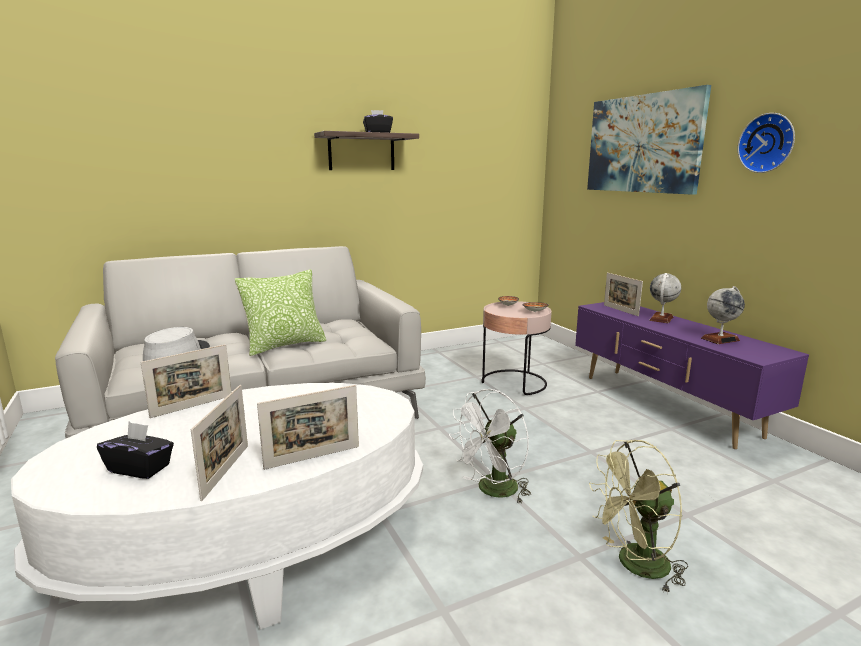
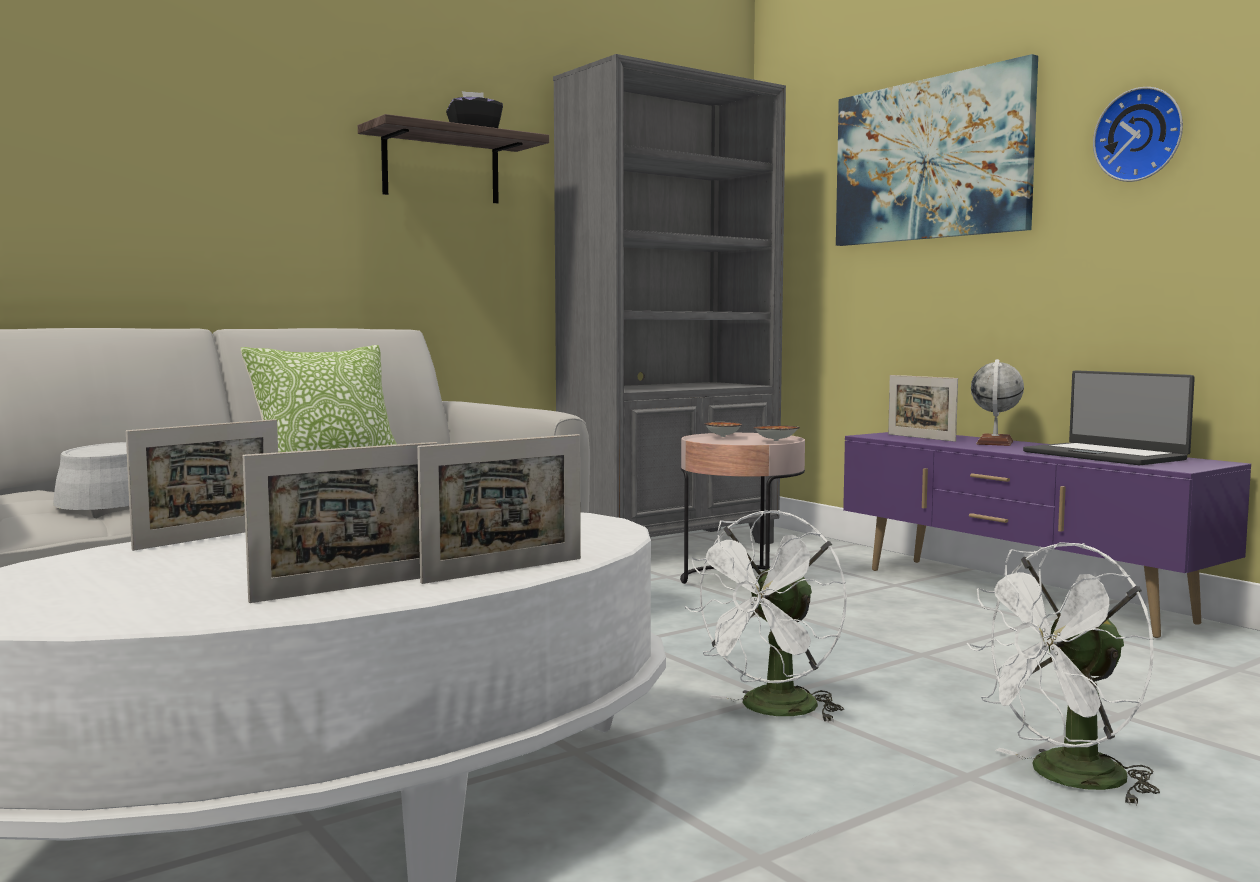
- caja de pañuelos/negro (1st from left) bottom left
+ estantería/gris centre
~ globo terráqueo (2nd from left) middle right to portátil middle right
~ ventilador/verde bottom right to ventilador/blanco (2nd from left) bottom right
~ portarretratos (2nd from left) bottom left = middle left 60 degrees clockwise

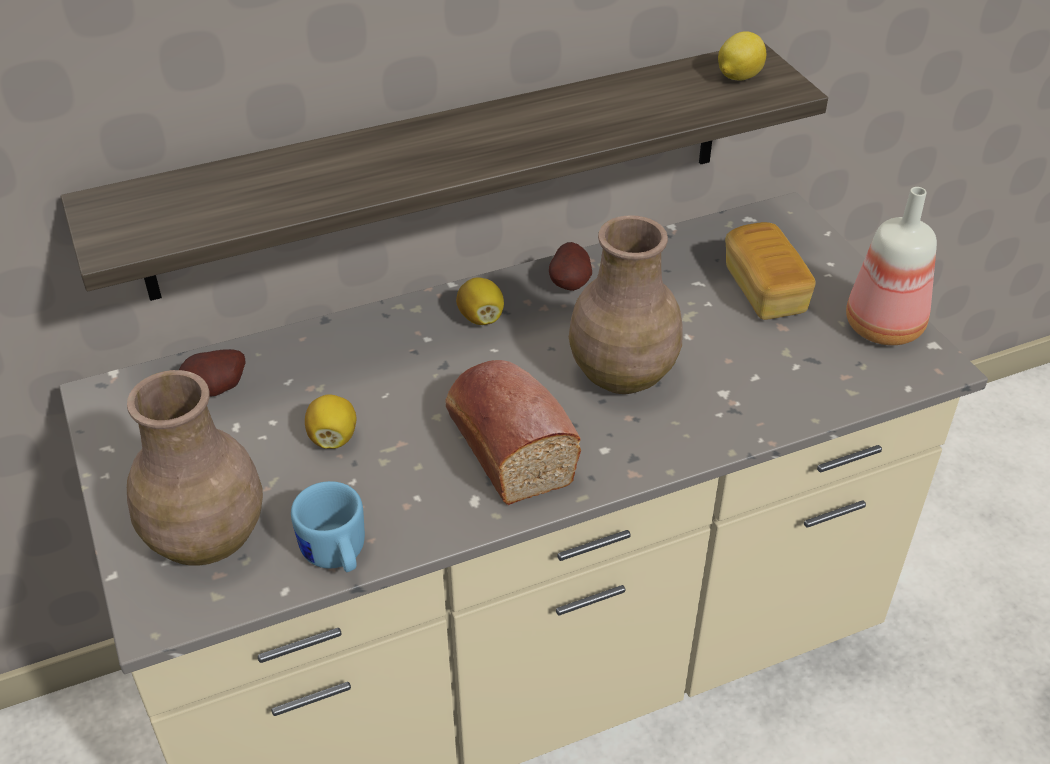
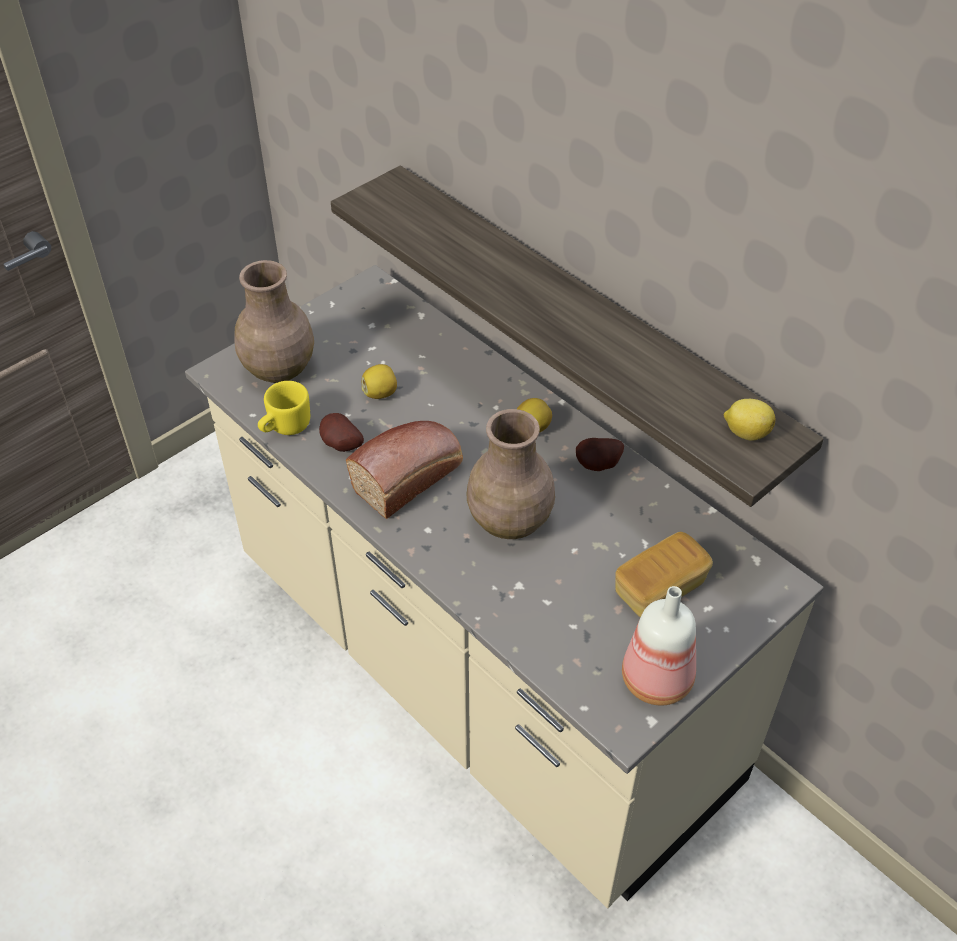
~ patata (1st from left) middle left to centre
~ taza grande/azul bottom left to taza grande/amarillo middle left

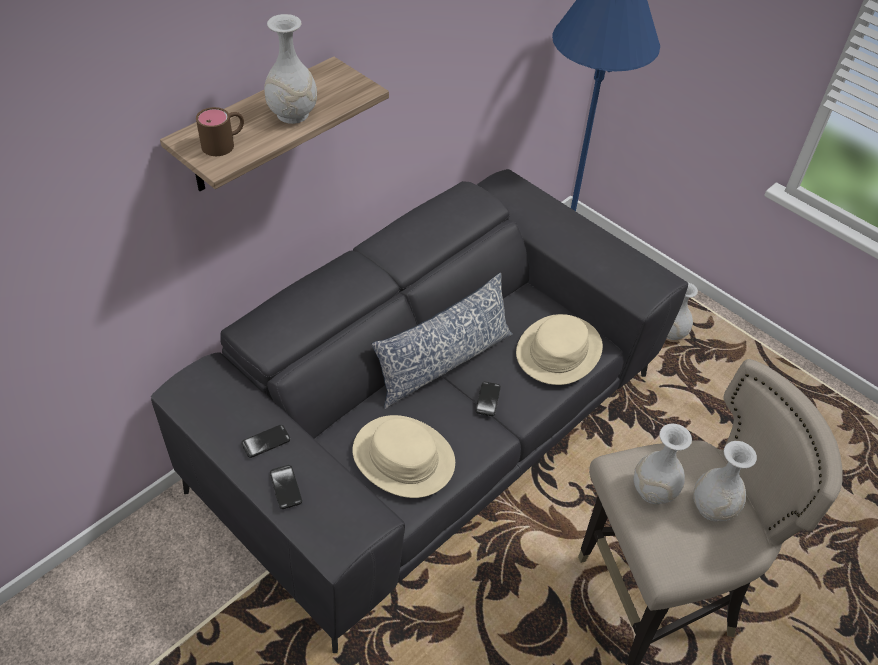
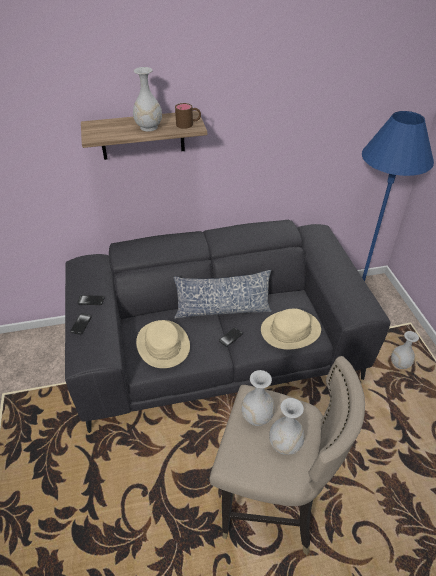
~ taza grande/marrón top left to top centre

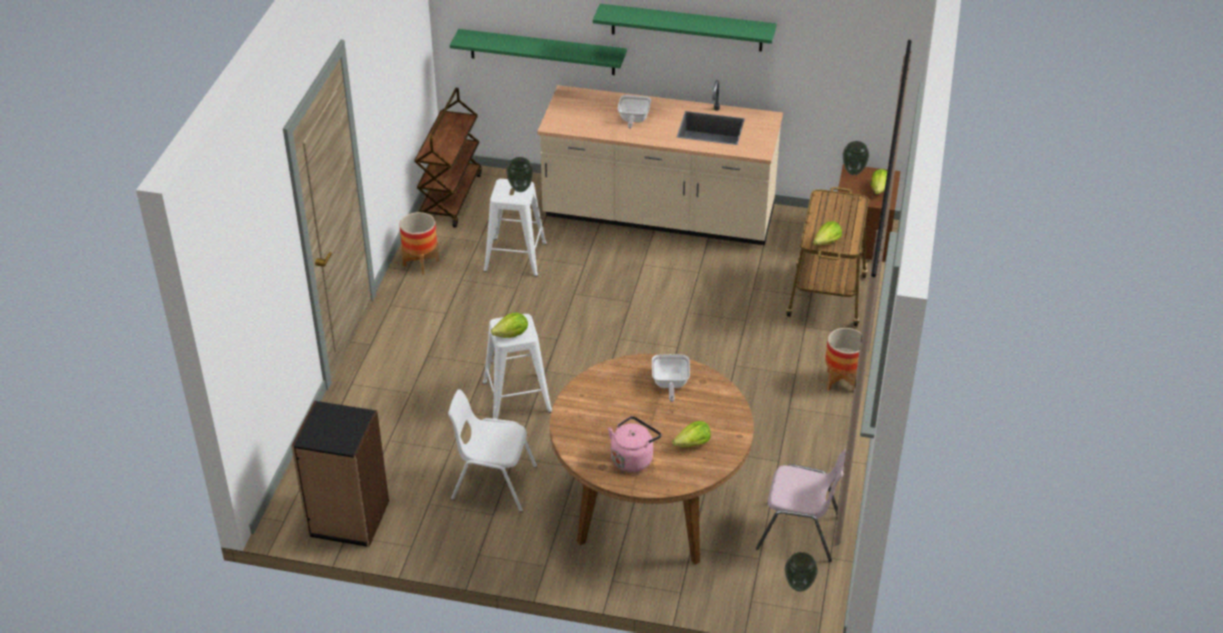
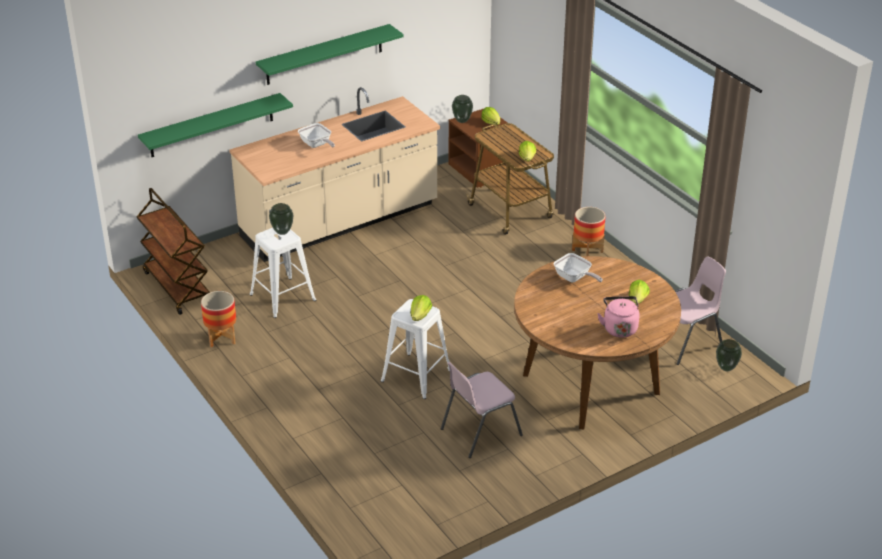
- estantería/negro bottom left
~ silla/blanco bottom centre to silla/rosa (1st from left) bottom centre

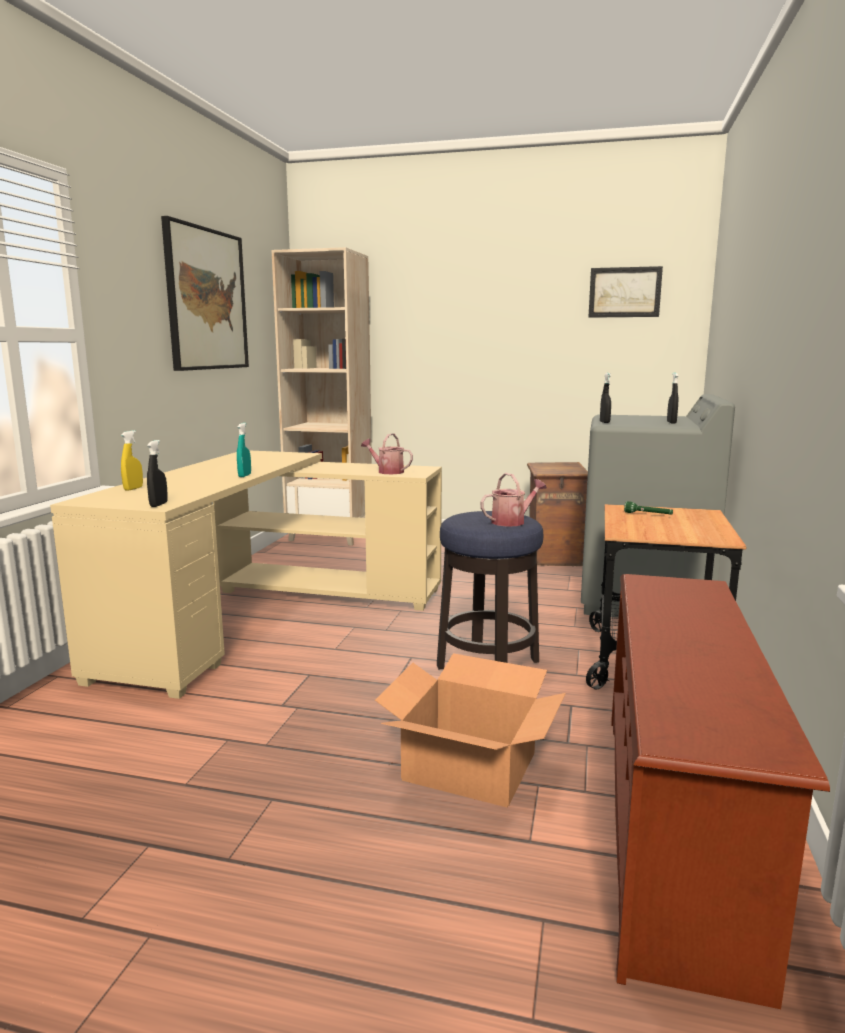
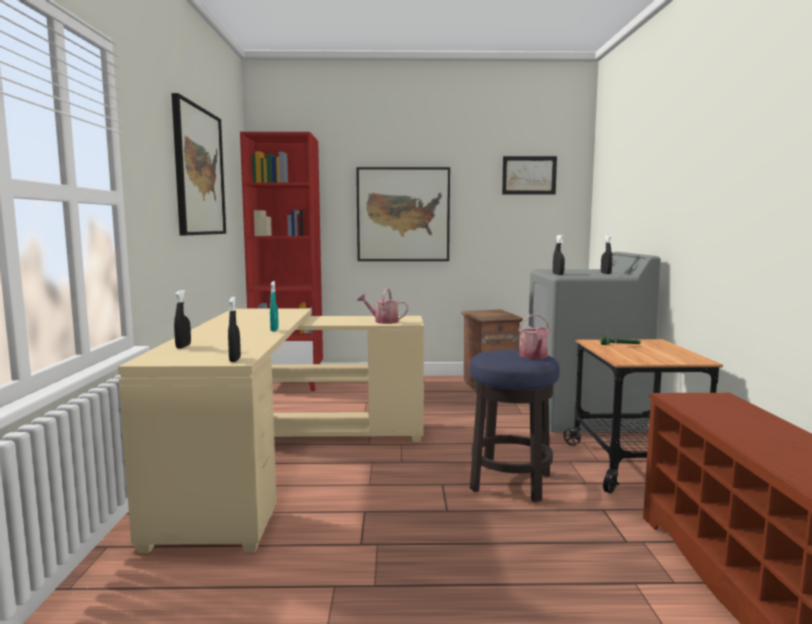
- caja de cartón bottom centre
+ cuadro (2nd from left) centre
~ pulverizador/amarillo middle left to pulverizador/negro (1st from left) middle left
~ estantería/beis centre to estantería/rojo centre
~ regadera (2nd from left) centre = centre 135 degrees clockwise

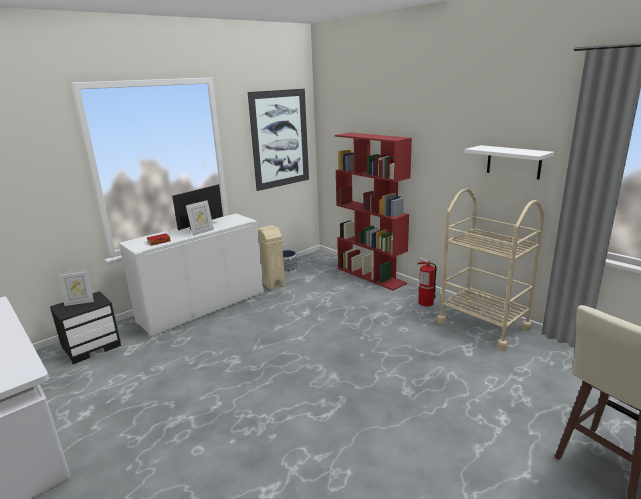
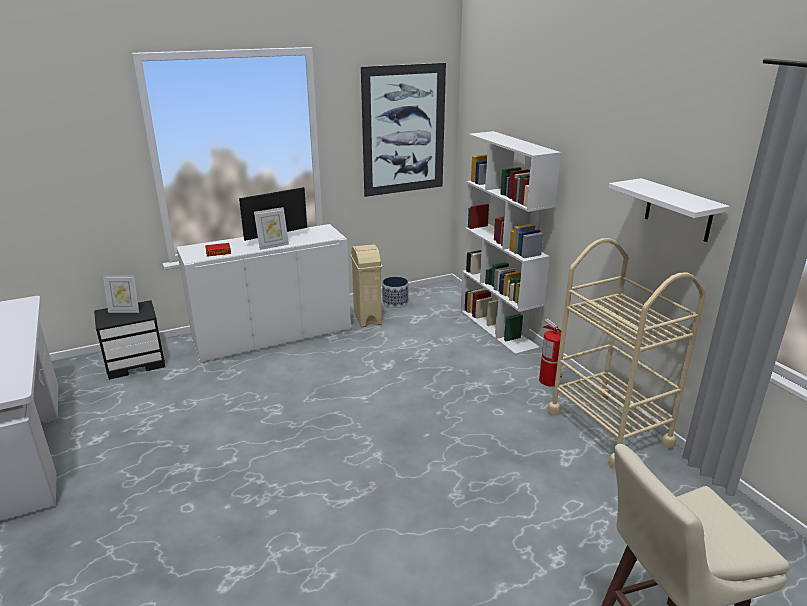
~ estantería/rojo centre to estantería/blanco centre

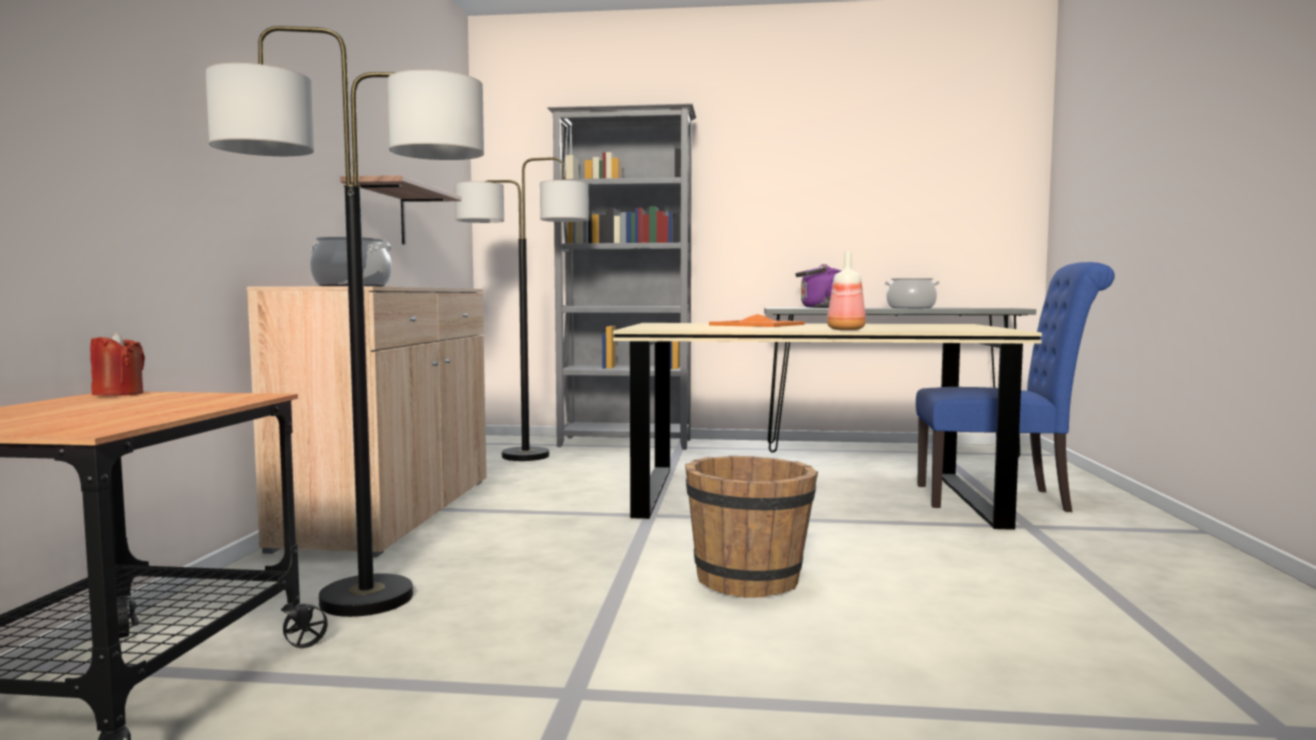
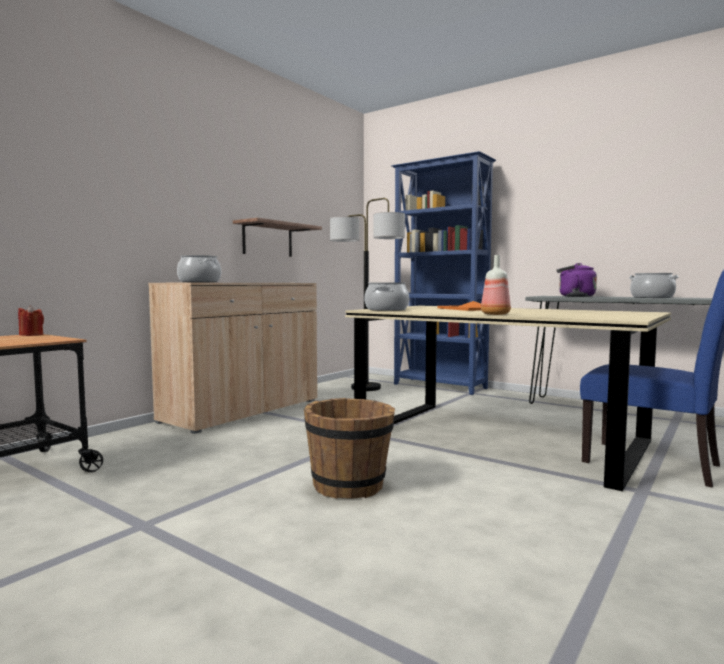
- lámpara de pie (1st from left) middle left
+ olla (2nd from left) centre
~ estantería/gris centre to estantería/azul centre

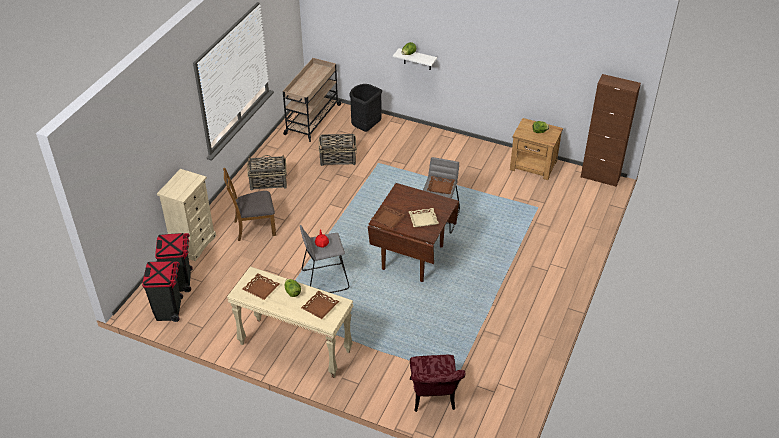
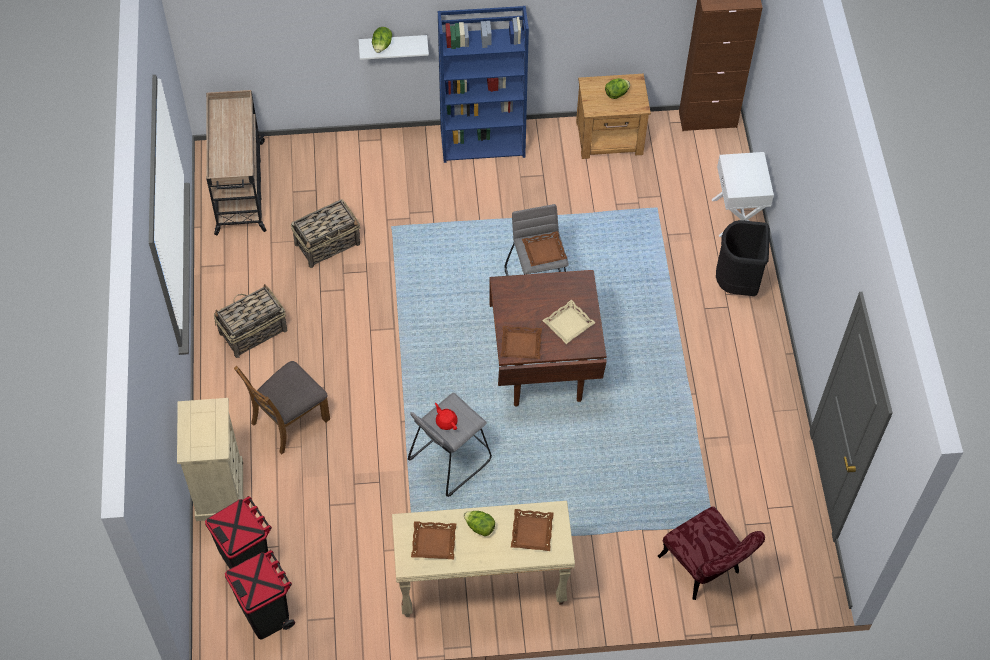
+ estantería/azul top centre
+ mesita de noche/blanco top right
~ papelera/negro (3rd from left) top centre to middle right

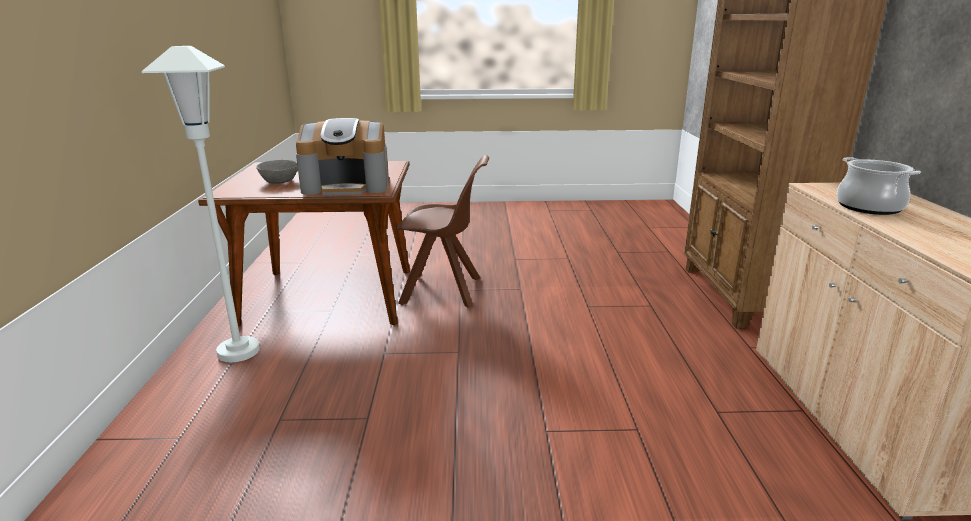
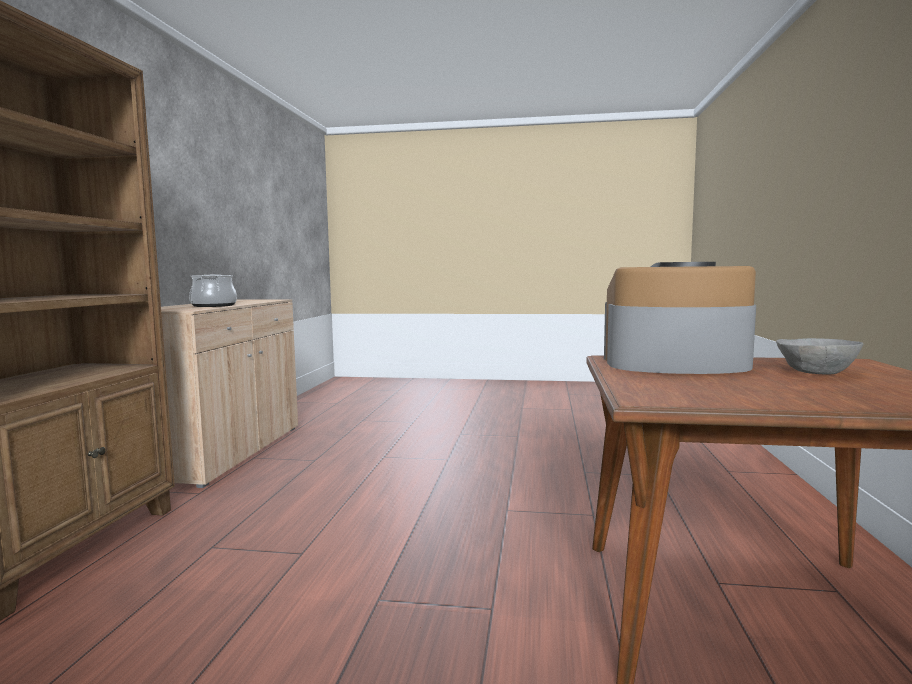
- lámpara de pie/blanco middle left
- silla/marrón centre

